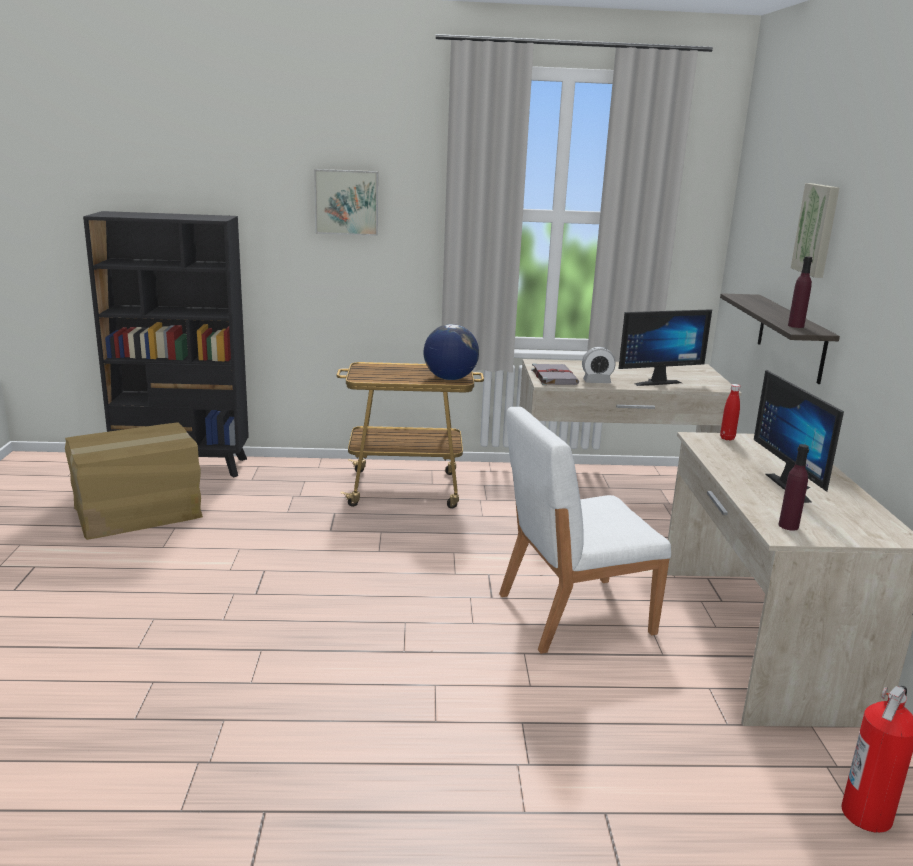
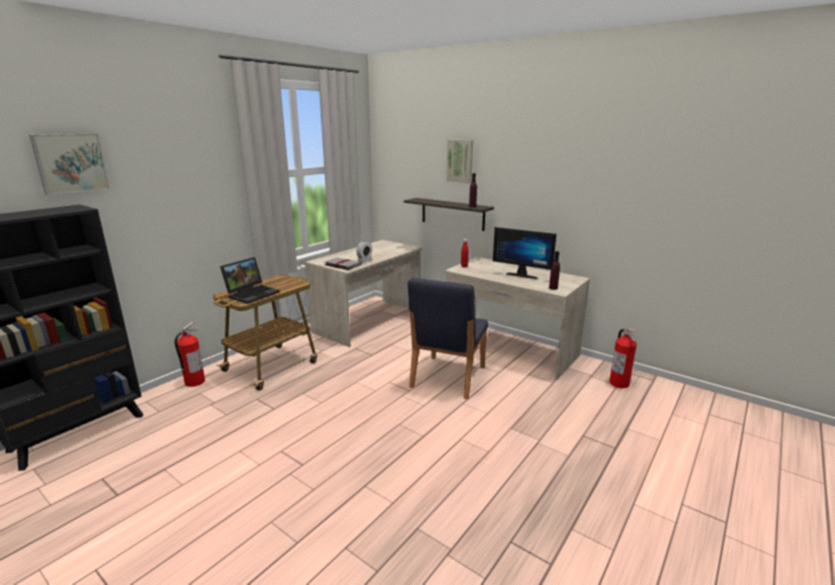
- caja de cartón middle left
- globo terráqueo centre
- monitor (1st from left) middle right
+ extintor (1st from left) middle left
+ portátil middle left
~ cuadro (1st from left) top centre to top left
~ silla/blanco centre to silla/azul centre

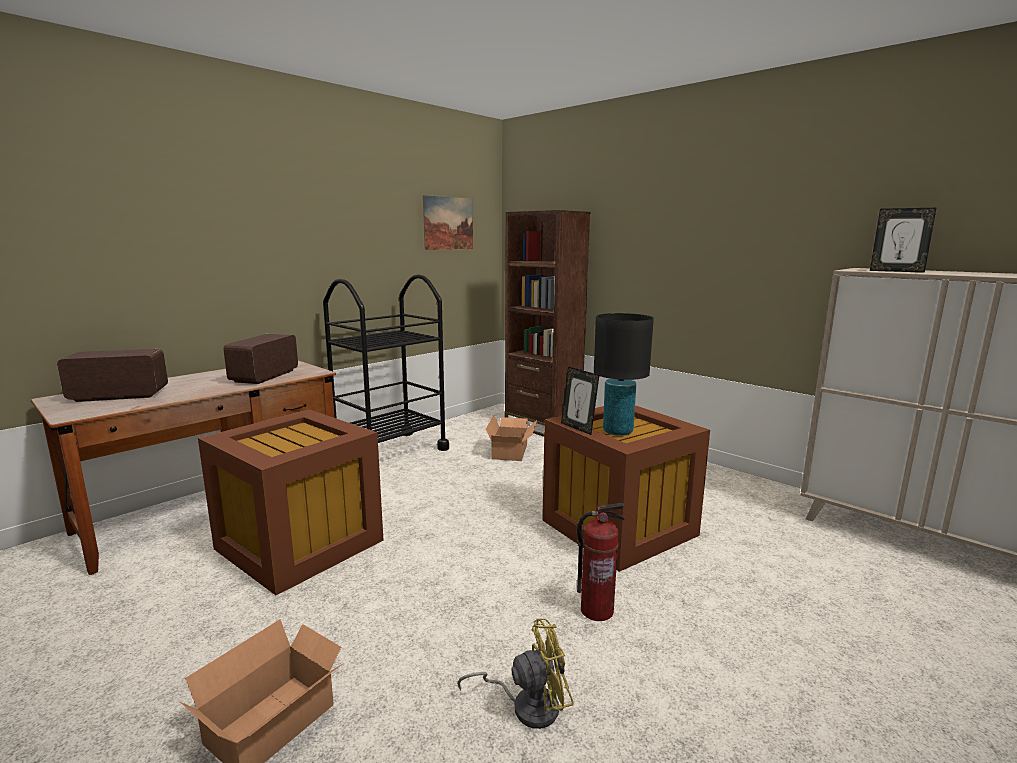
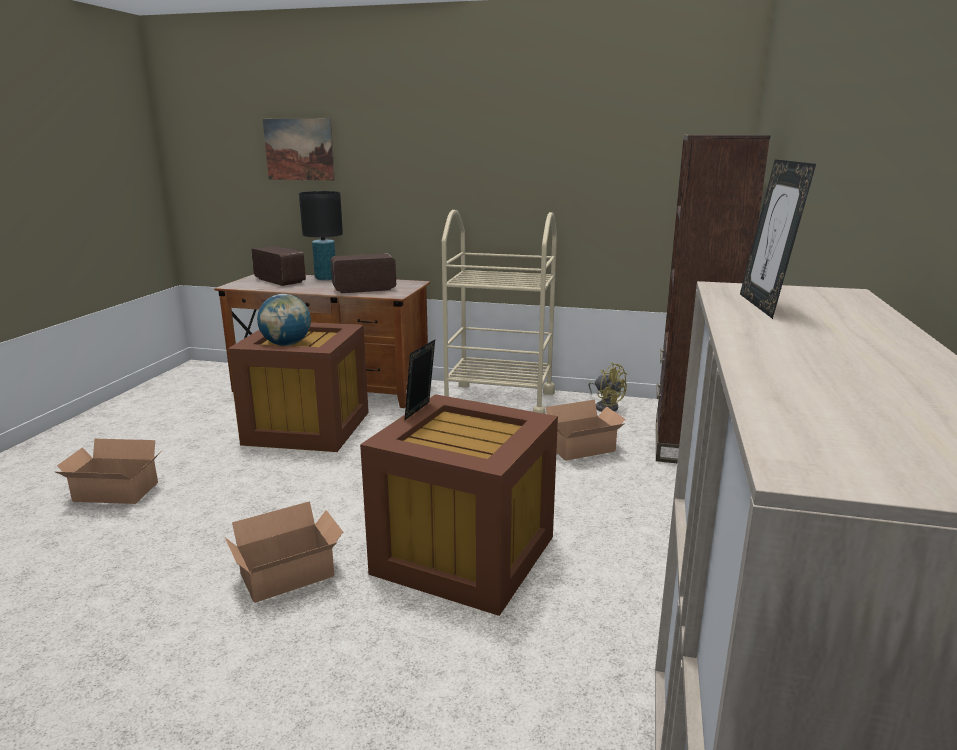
+ globo terráqueo middle left
~ cuadro top centre to top left
~ ventilador/amarillo bottom centre to centre
~ lámpara de mesa/negro centre to top centre
~ extintor bottom centre to caja de cartón (2nd from left) bottom left
~ carrito/negro centre to carrito/beis centre

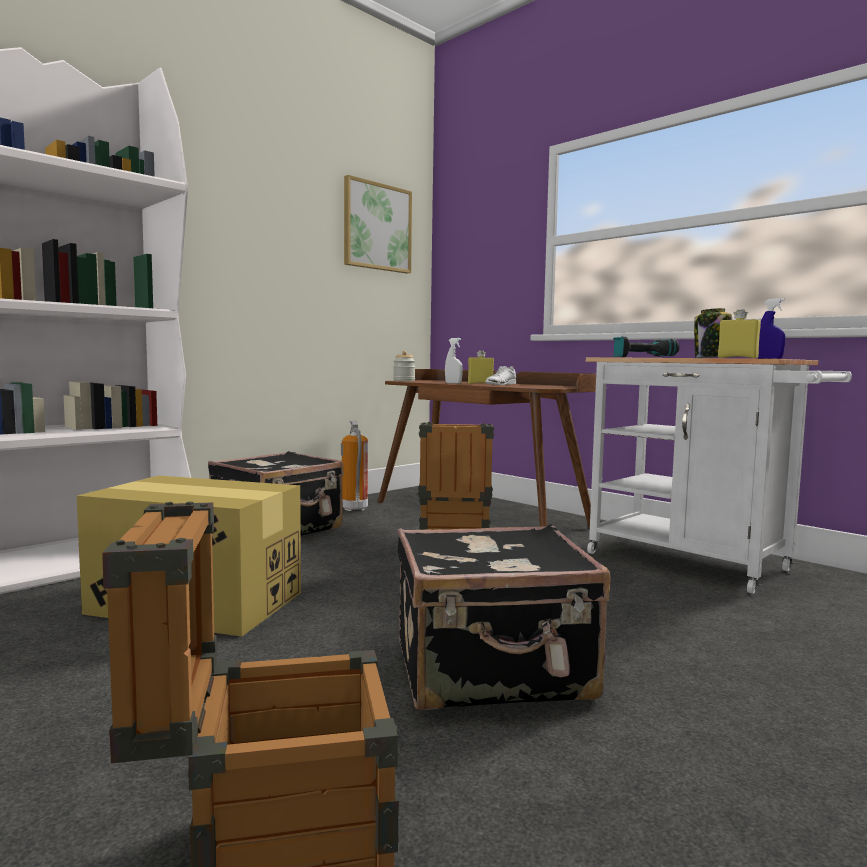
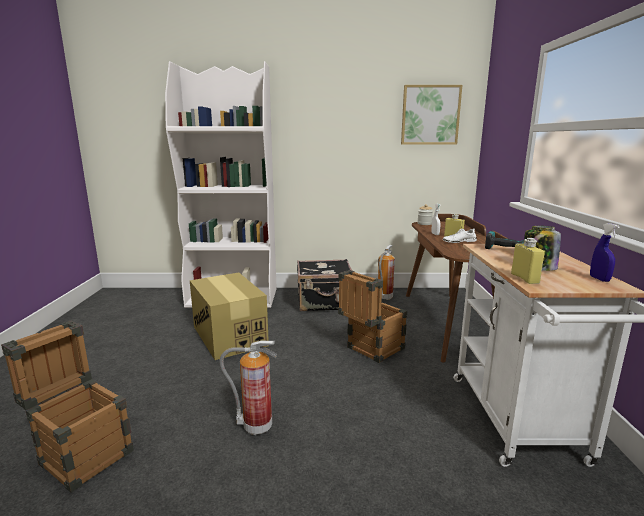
~ maleta/negro (2nd from left) bottom centre to extintor (1st from left) bottom centre

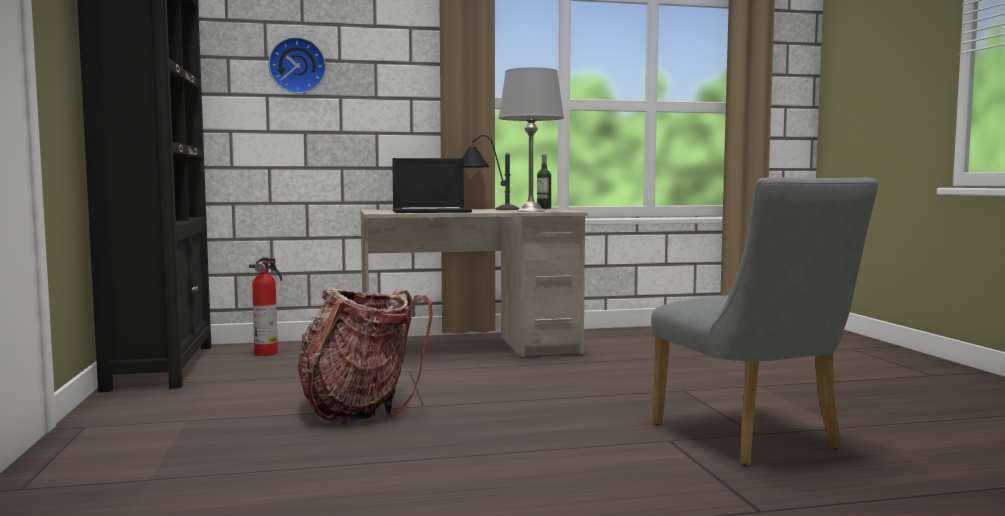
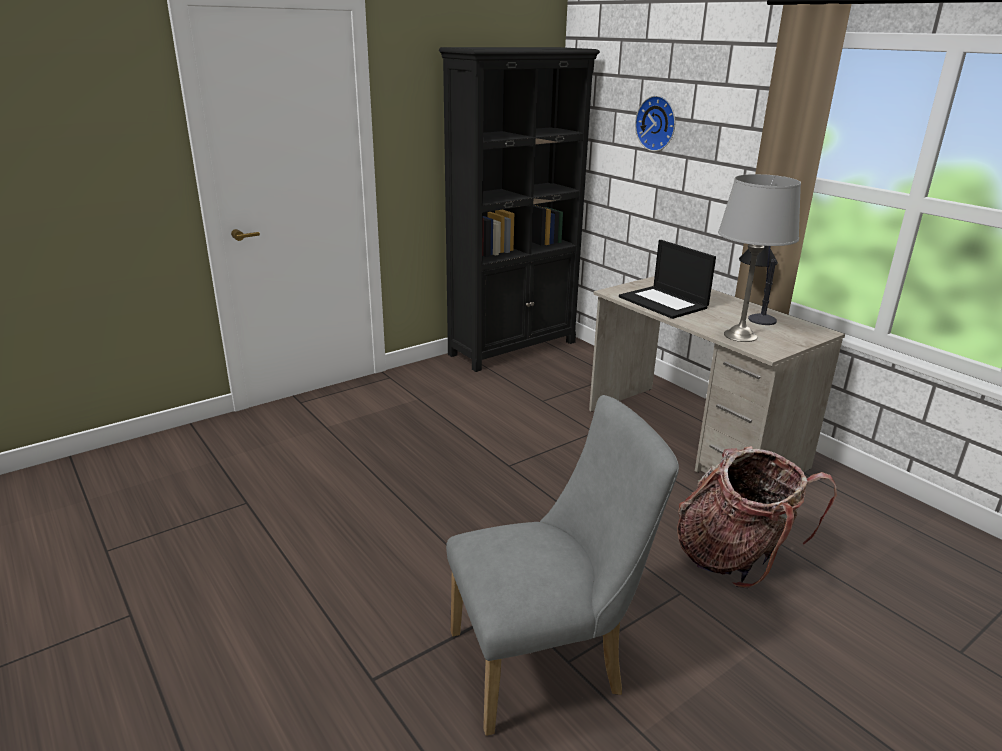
- extintor middle left
- botella centre
~ mochila bottom centre to bottom right
~ silla/gris middle right = bottom centre 150 degrees counterclockwise

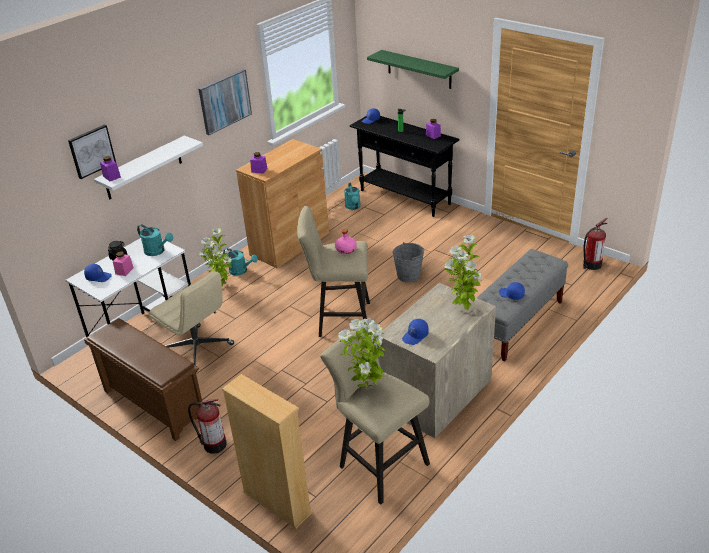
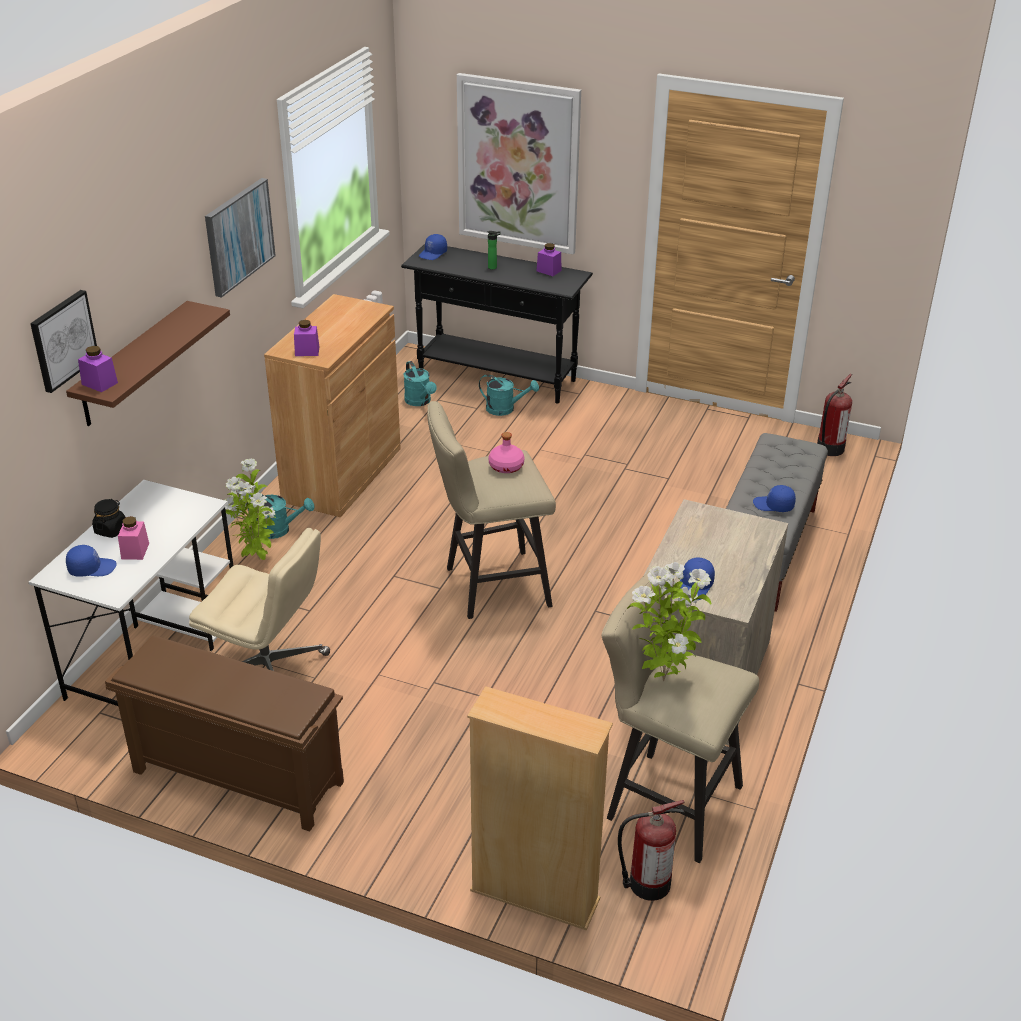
- cubo/gris centre
- planta en maceta (3rd from left) centre
~ regadera/turquesa (1st from left in the first image) middle left to regadera/turquesa (3rd from left) centre
~ extintor (1st from left) bottom left to bottom centre
~ estante/verde top centre to cuadro (3rd from left) top centre
~ estante/blanco top left to estante/marrón middle left

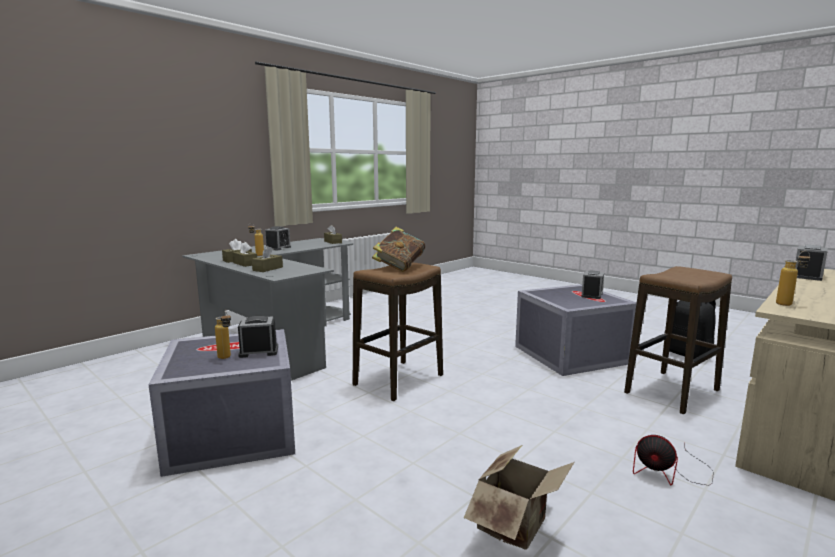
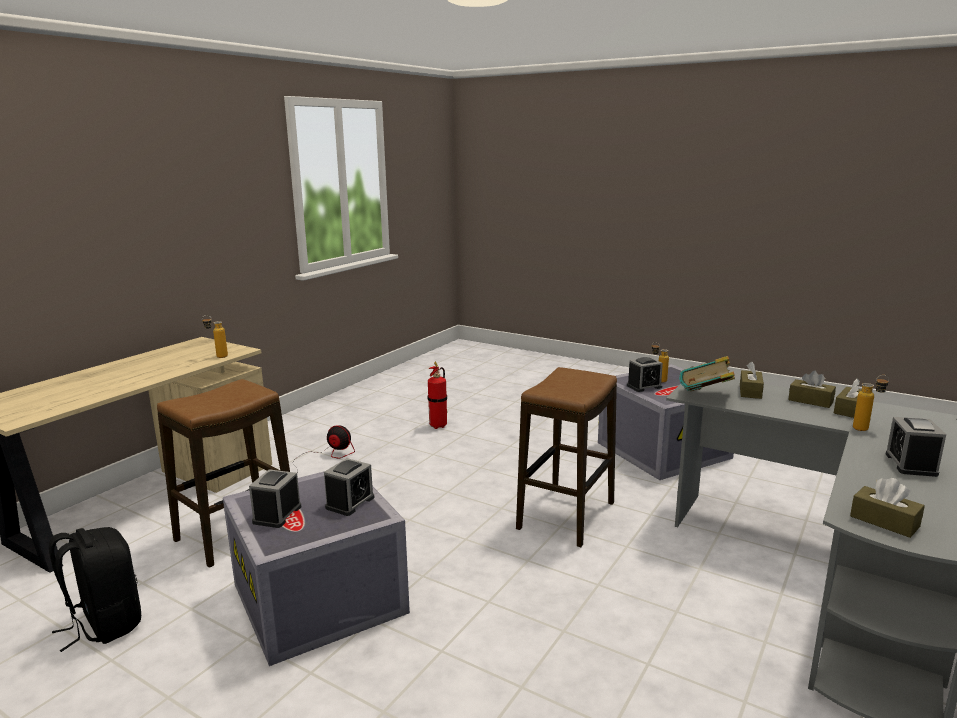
~ libro centre to middle right
~ despertador (4th from left in the first image) middle right to despertador (2nd from left) bottom centre
~ caja de cartón bottom centre to extintor centre

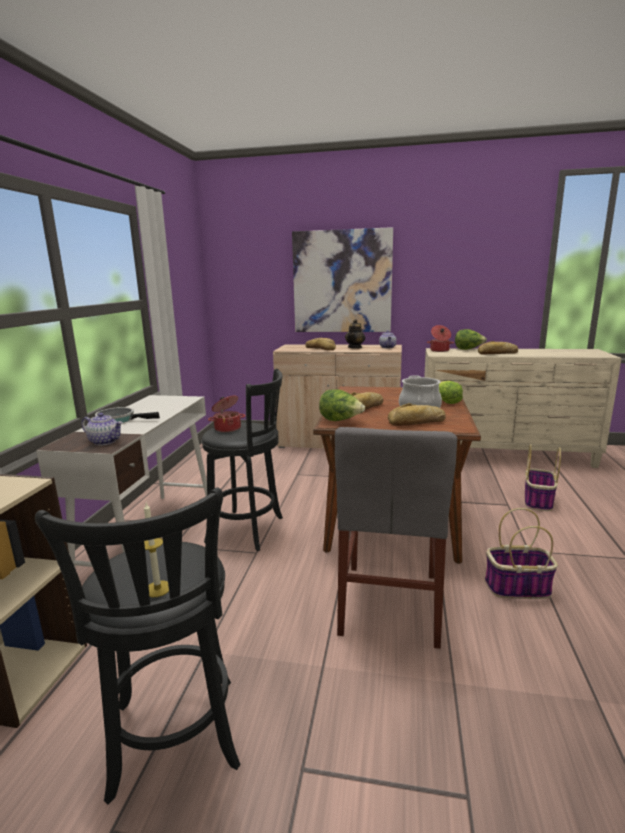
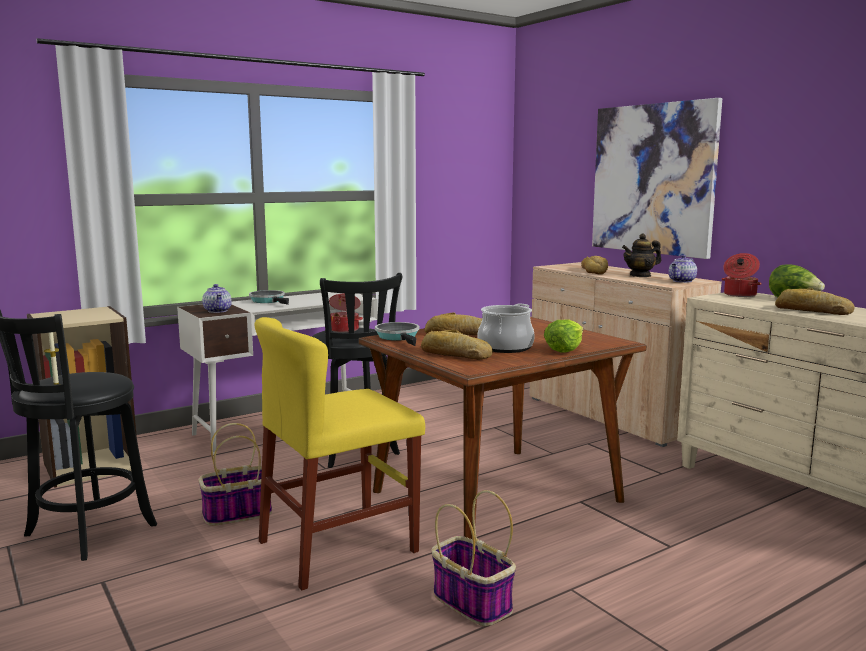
~ cesta (2nd from left in the first image) middle right to cesta (1st from left) bottom left
~ lechuga (1st from left) centre to sartén (2nd from left) centre
~ silla/gris centre to silla/amarillo bottom centre

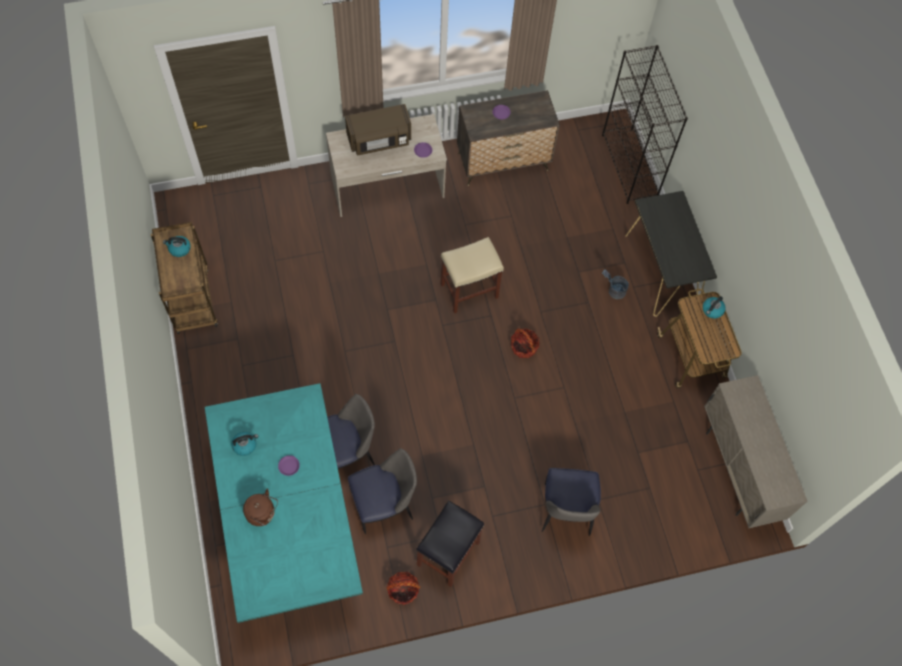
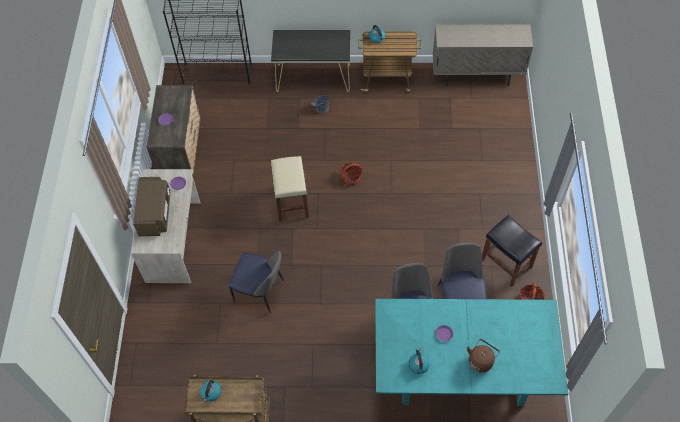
~ silla (3rd from left in the first image) bottom centre to silla (1st from left) centre

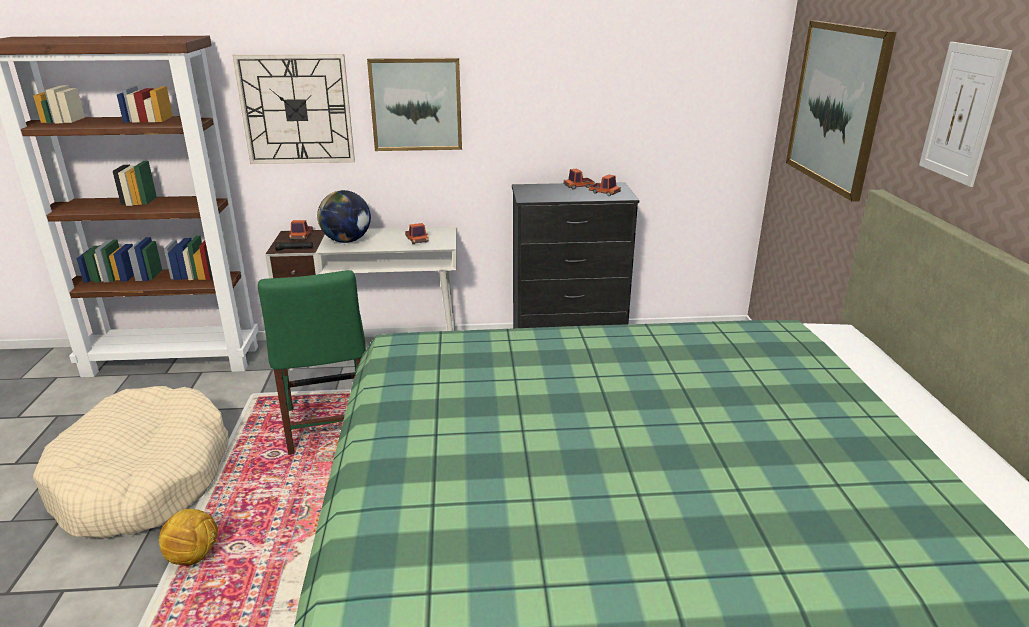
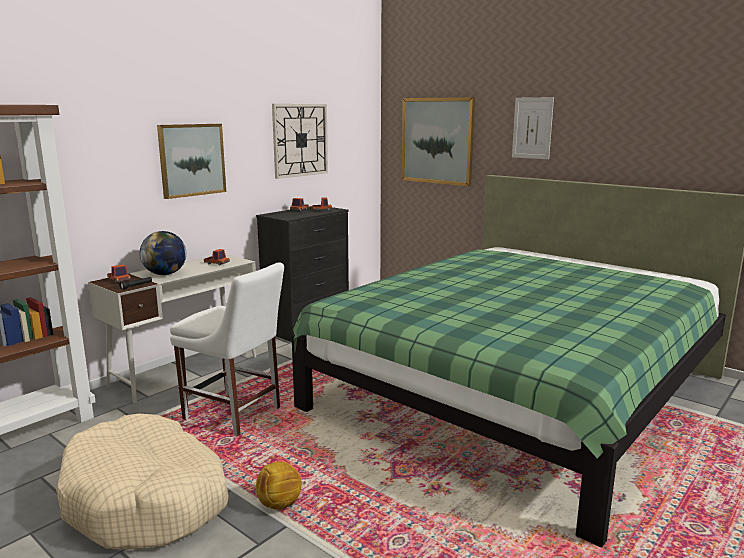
~ reloj de pared top left to top centre
~ silla/verde middle left to silla/blanco middle left

